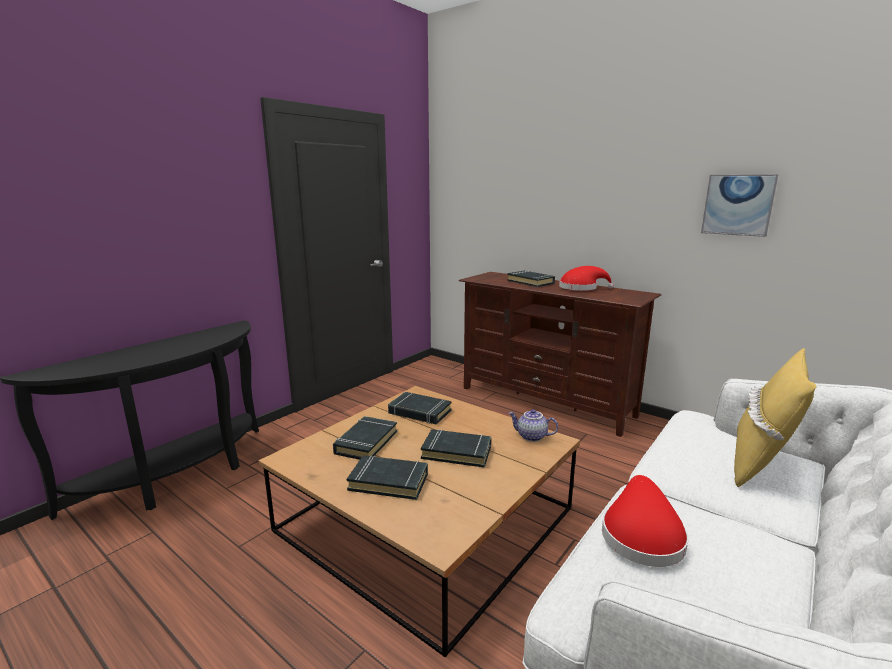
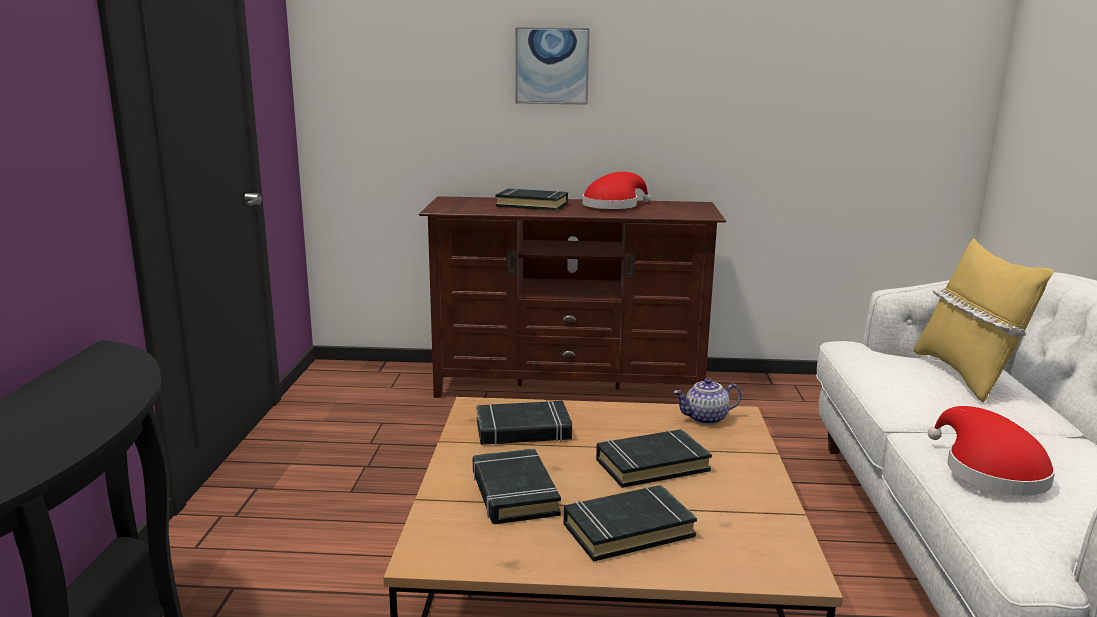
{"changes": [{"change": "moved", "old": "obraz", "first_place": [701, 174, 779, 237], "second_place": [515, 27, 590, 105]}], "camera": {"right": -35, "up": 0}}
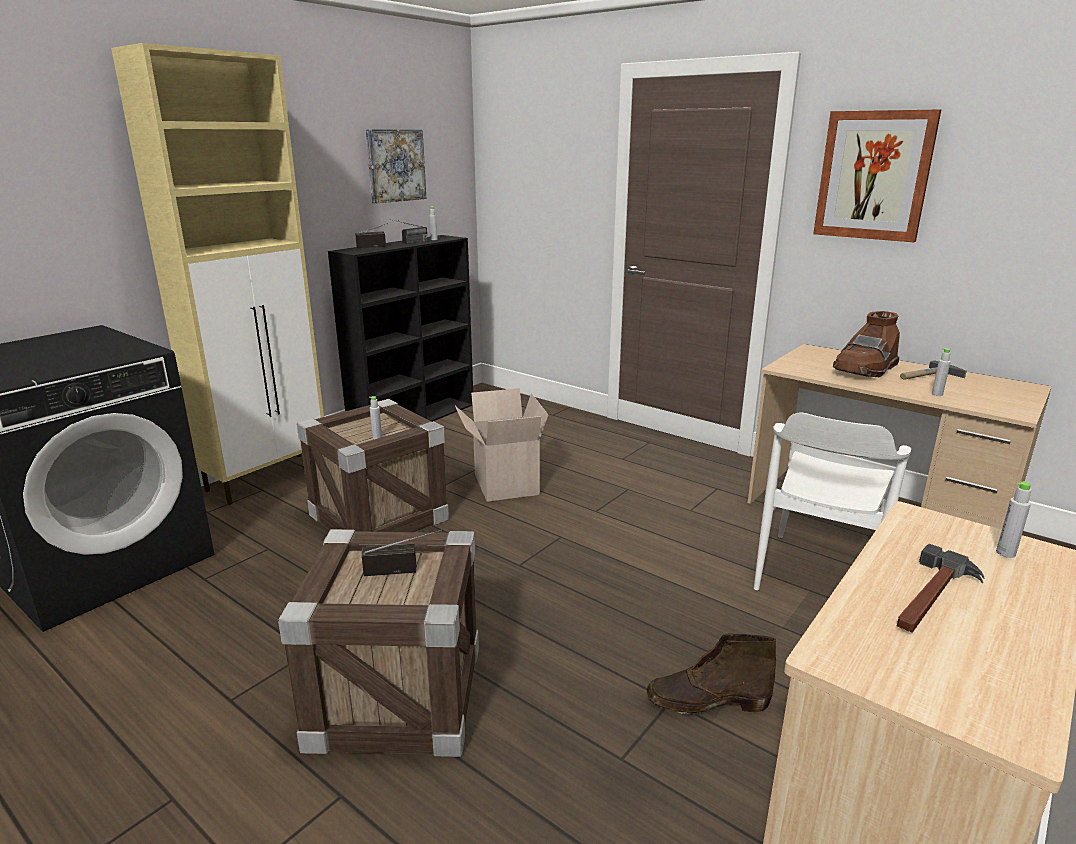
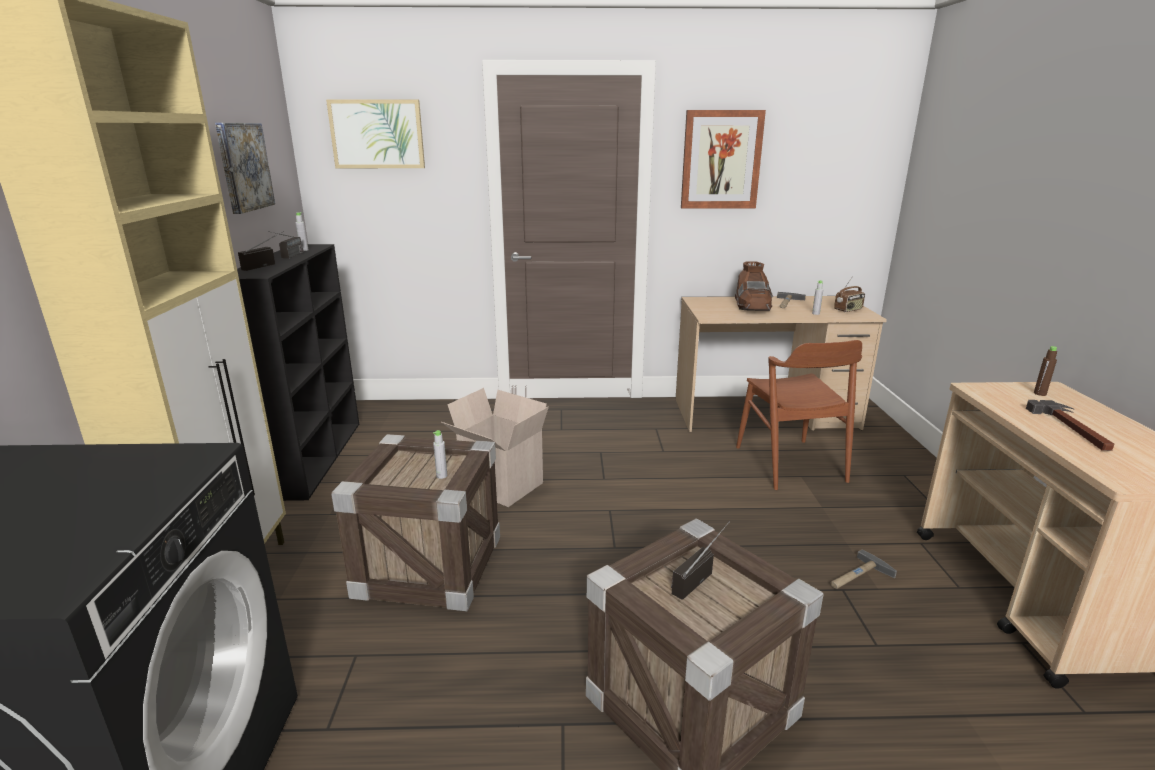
{"changes": [{"change": "added", "new": "obraz", "second_place": [326, 100, 425, 168]}, {"change": "recoloured", "old": "krzesło [biały]", "new": "krzesło [brązowy]", "first_place": [754, 412, 911, 590], "second_place": [736, 340, 862, 490]}, {"change": "replaced", "old": "but z cholewką [brązowy]", "new": "młotek", "first_place": [647, 633, 776, 715], "second_place": [830, 550, 897, 589]}, {"change": "added", "new": "radio", "second_place": [834, 276, 865, 312]}, {"change": "recoloured", "old": "butelka [szary]", "new": "butelka [brązowy]", "first_place": [996, 482, 1031, 558], "second_place": [1034, 346, 1057, 396]}], "camera": {"right": -40, "up": 0}}
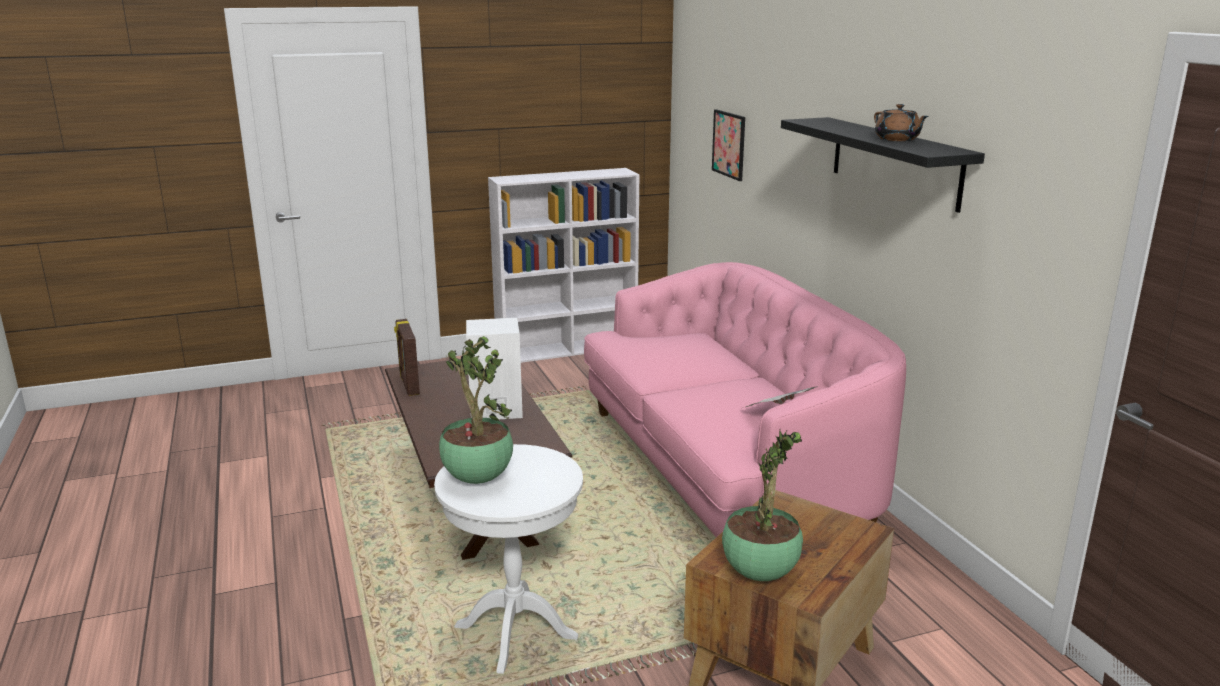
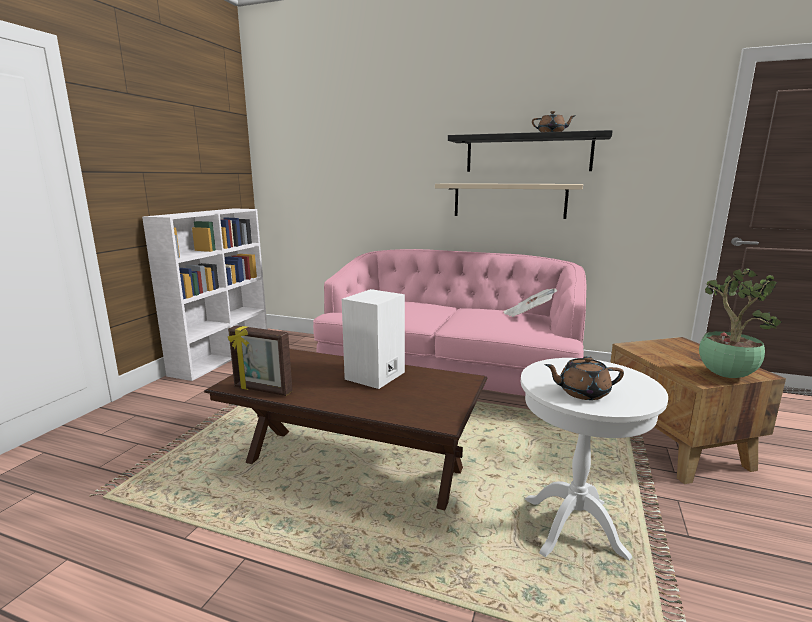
{"changes": [{"change": "added", "new": "półka [beżowy]", "second_place": [435, 183, 583, 219]}, {"change": "replaced", "old": "roślina doniczkowa", "new": "imbryk [brązowy]", "first_place": [439, 336, 513, 484], "second_place": [544, 356, 624, 400]}, {"change": "removed", "old": "obraz", "first_place": [712, 109, 745, 181]}], "camera": {"right": -50, "up": -5}}
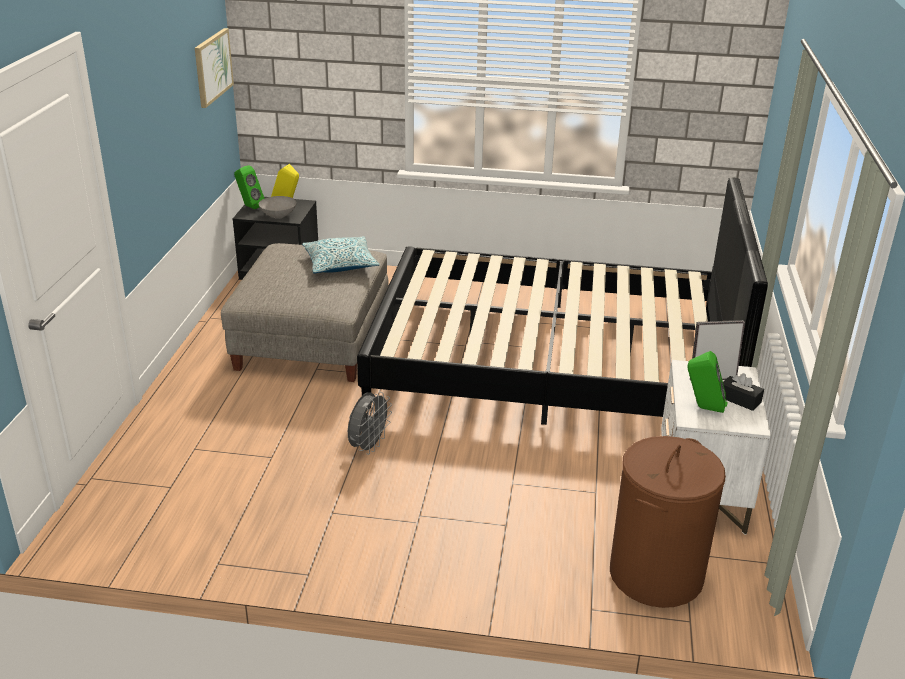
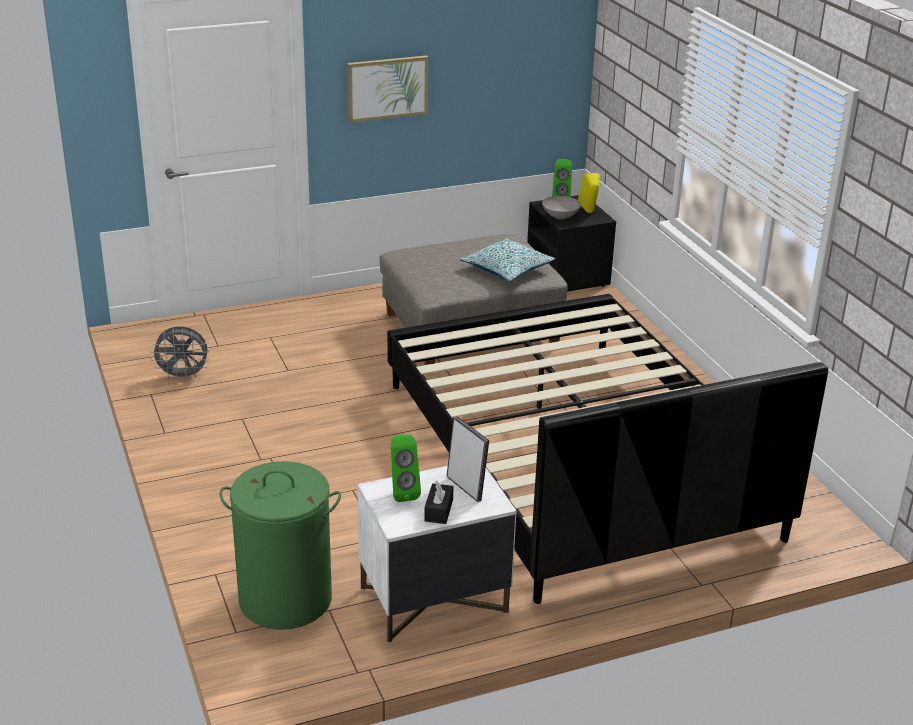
{"changes": [{"change": "moved", "old": "wentylator [szary]", "first_place": [348, 392, 392, 455], "second_place": [150, 327, 210, 381]}, {"change": "recoloured", "old": "kosz na pranie [brązowy]", "new": "kosz na pranie [zielony]", "first_place": [610, 436, 726, 608], "second_place": [219, 461, 341, 630]}, {"change": "moved", "old": "obraz", "first_place": [195, 28, 234, 108], "second_place": [347, 55, 428, 123]}], "camera": {"right": 60, "up": 0}}
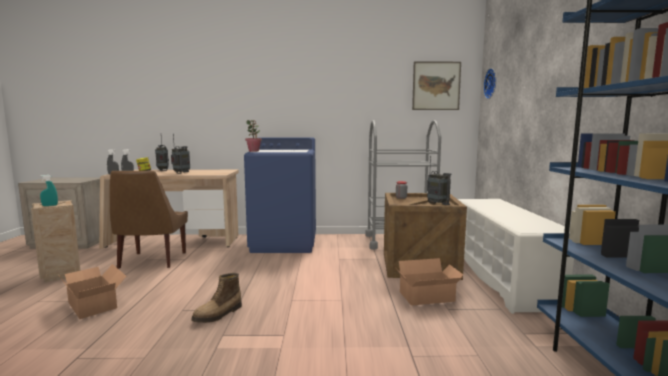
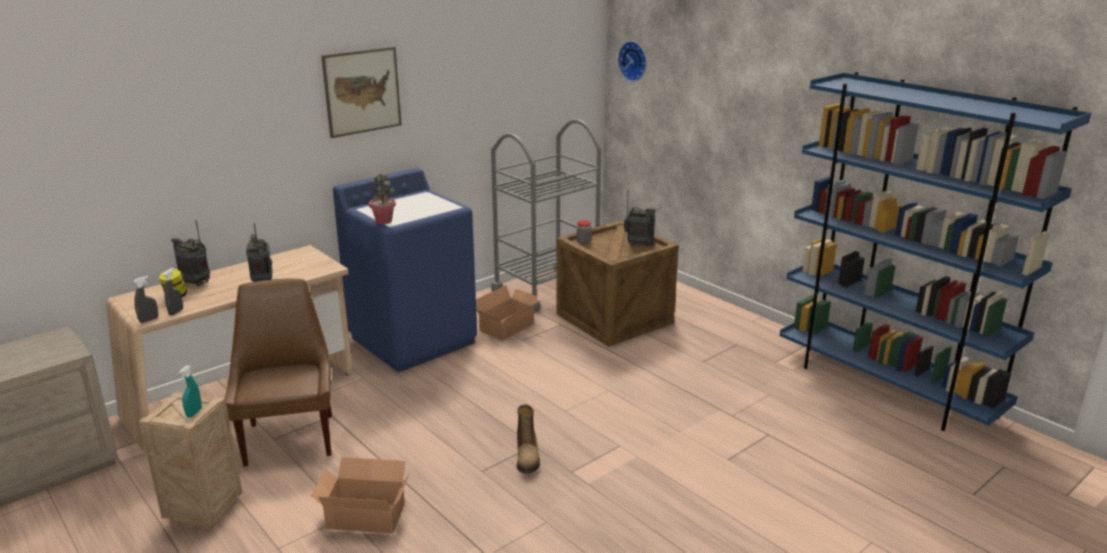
{"changes": [{"change": "turned", "old": "krzesło [brązowy]", "first_place": [110, 171, 188, 269], "second_place": [225, 279, 332, 467], "degrees": -150}, {"change": "moved", "old": "obraz", "first_place": [412, 62, 461, 110], "second_place": [321, 47, 402, 138]}, {"change": "moved", "old": "karton", "first_place": [397, 258, 463, 306], "second_place": [476, 285, 542, 341]}, {"change": "removed", "old": "regał na buty [biały]", "first_place": [458, 199, 574, 314]}], "camera": {"right": -40, "up": 15}}
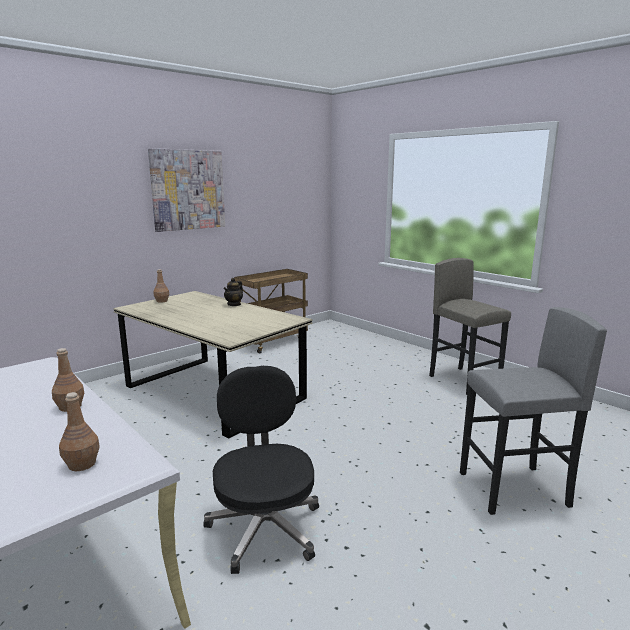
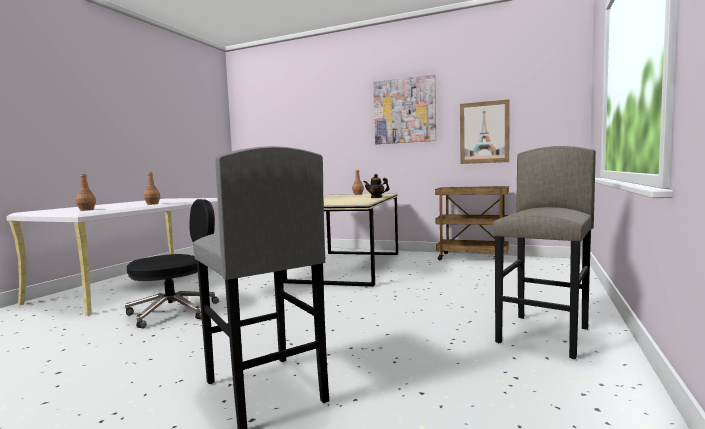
{"changes": [{"change": "added", "new": "obraz", "second_place": [460, 99, 510, 164]}], "camera": {"right": 65, "up": -10}}
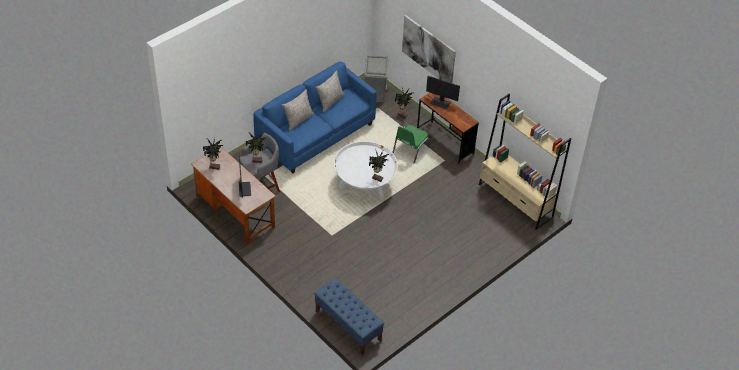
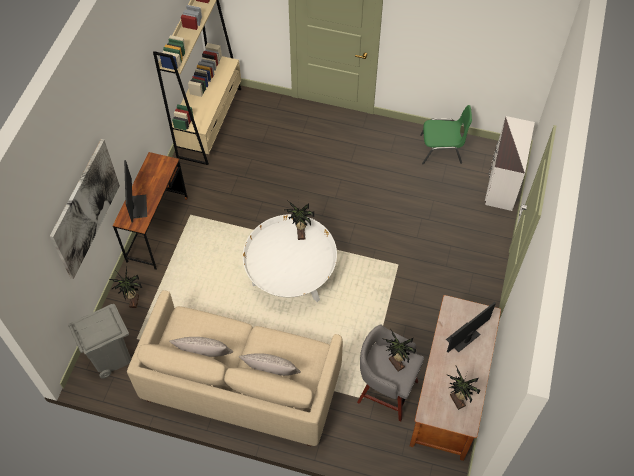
{"changes": [{"change": "recoloured", "old": "kanapa [niebieski]", "new": "kanapa [beżowy]", "first_place": [253, 62, 377, 174], "second_place": [127, 290, 343, 446]}, {"change": "moved", "old": "krzesło [zielony]", "first_place": [392, 125, 430, 164], "second_place": [420, 105, 472, 164]}, {"change": "replaced", "old": "ławka [niebieski]", "new": "komoda [biały]", "first_place": [314, 278, 384, 355], "second_place": [485, 116, 535, 211]}], "camera": {"right": -120, "up": 10}}
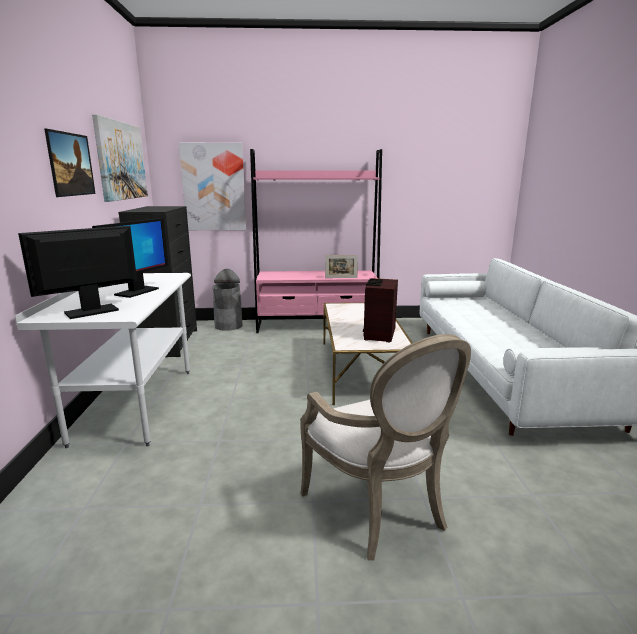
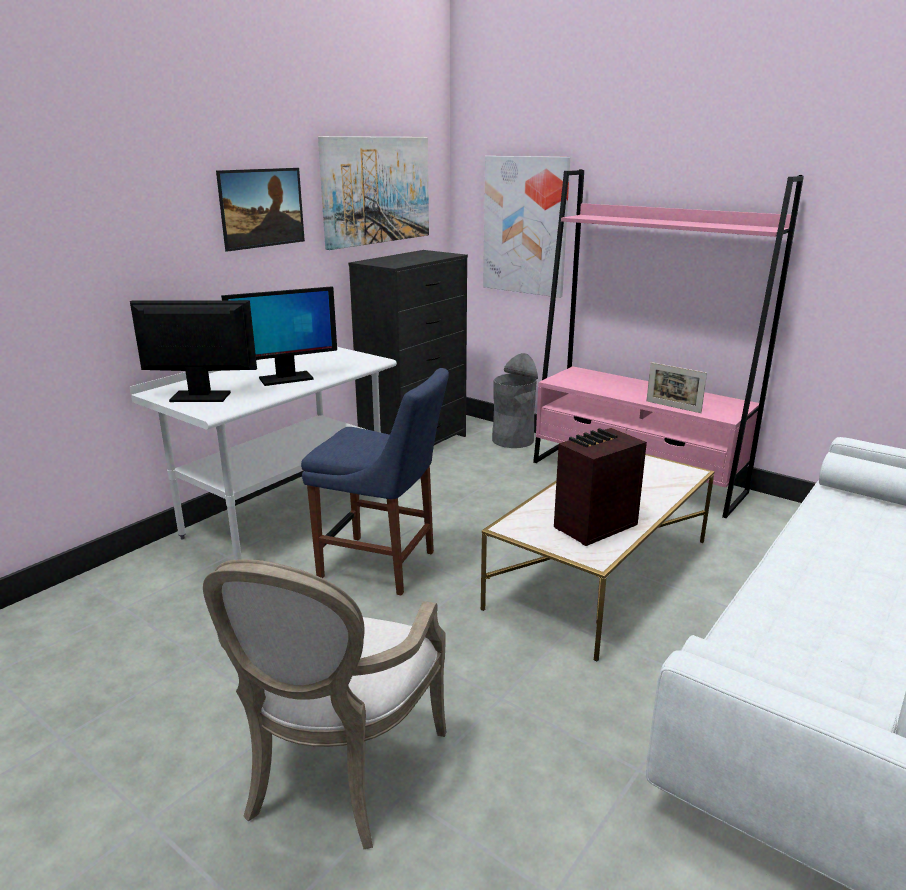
{"changes": [{"change": "added", "new": "krzesło [niebieski]", "second_place": [301, 368, 449, 596]}], "camera": {"right": 40, "up": 5}}
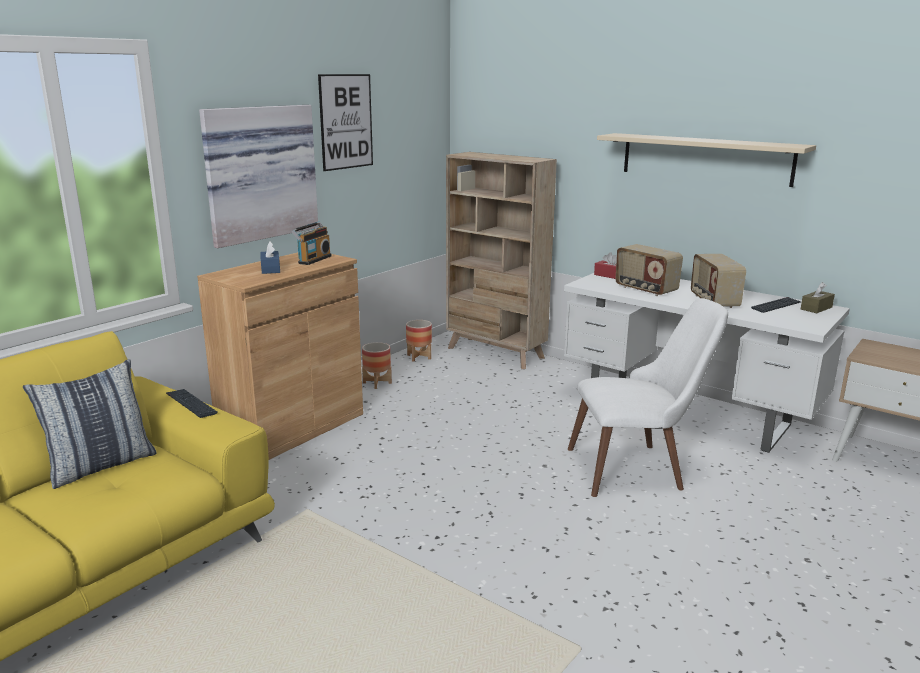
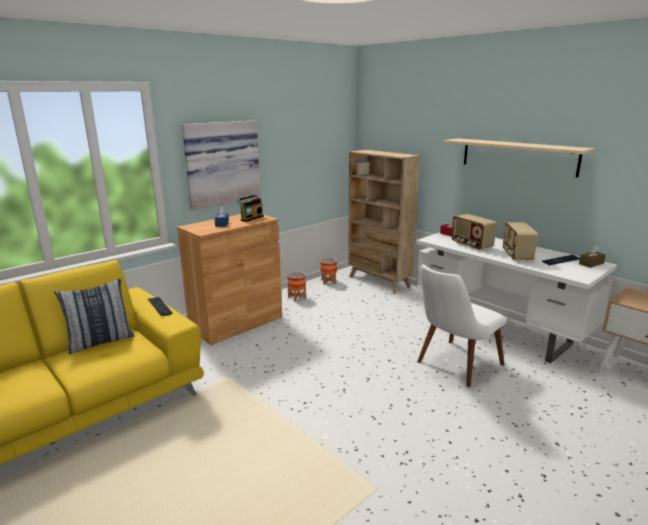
{"changes": [{"change": "turned", "old": "krzesło [biały]", "first_place": [568, 298, 728, 497], "second_place": [417, 264, 507, 387], "degrees": 135}, {"change": "removed", "old": "obraz", "first_place": [318, 74, 373, 171]}], "camera": {"right": 10, "up": 0}}
